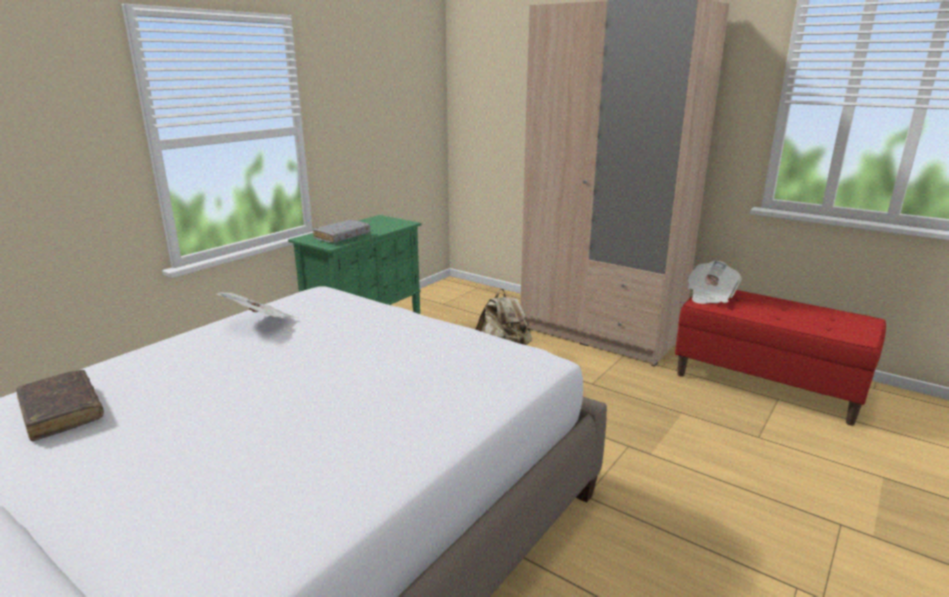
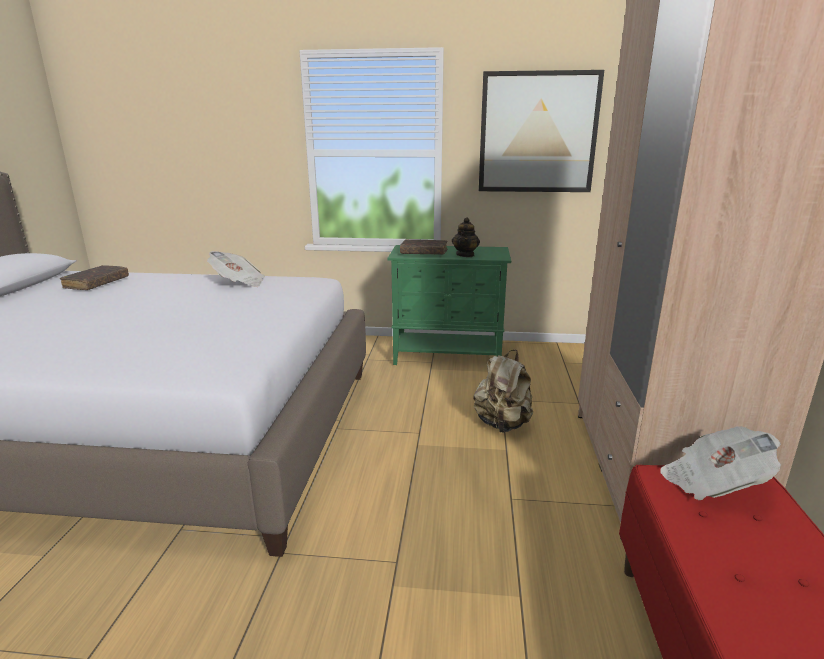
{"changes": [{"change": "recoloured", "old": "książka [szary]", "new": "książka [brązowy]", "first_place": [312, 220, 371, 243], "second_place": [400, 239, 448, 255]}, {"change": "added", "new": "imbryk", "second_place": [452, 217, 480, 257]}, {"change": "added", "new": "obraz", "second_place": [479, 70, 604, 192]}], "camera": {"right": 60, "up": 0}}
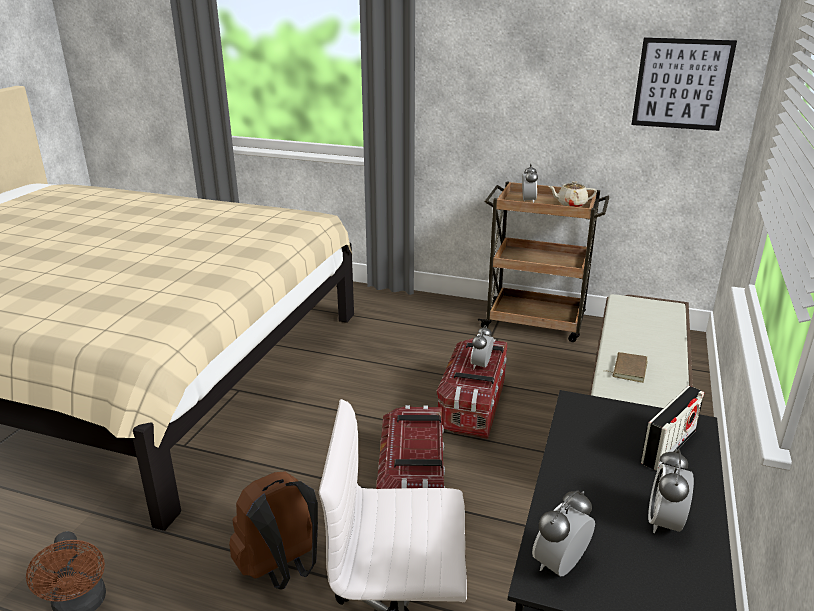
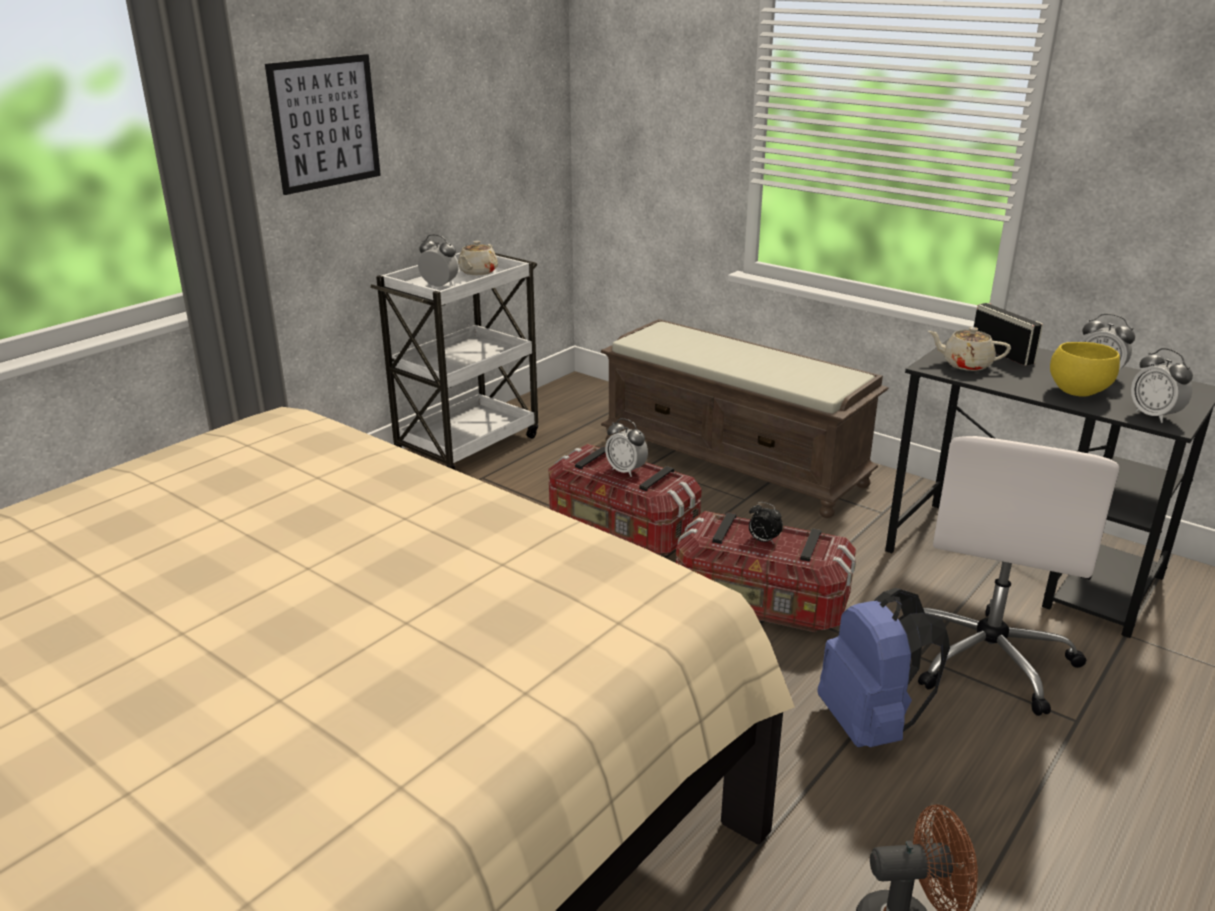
{"changes": [{"change": "moved", "old": "obraz", "first_place": [631, 37, 737, 131], "second_place": [265, 54, 381, 195]}, {"change": "recoloured", "old": "wózek [brązowy]", "new": "wózek [biały]", "first_place": [478, 181, 609, 342], "second_place": [370, 253, 538, 470]}, {"change": "added", "new": "budzik", "second_place": [749, 502, 783, 545]}, {"change": "recoloured", "old": "plecak [brązowy]", "new": "plecak [niebieski]", "first_place": [229, 472, 318, 590], "second_place": [817, 588, 950, 747]}, {"change": "added", "new": "imbryk [beżowy]", "second_place": [928, 327, 1011, 371]}, {"change": "added", "new": "miska [żółty]", "second_place": [1050, 342, 1120, 397]}, {"change": "removed", "old": "książka [brązowy]", "first_place": [608, 352, 648, 383]}], "camera": {"right": -70, "up": 0}}
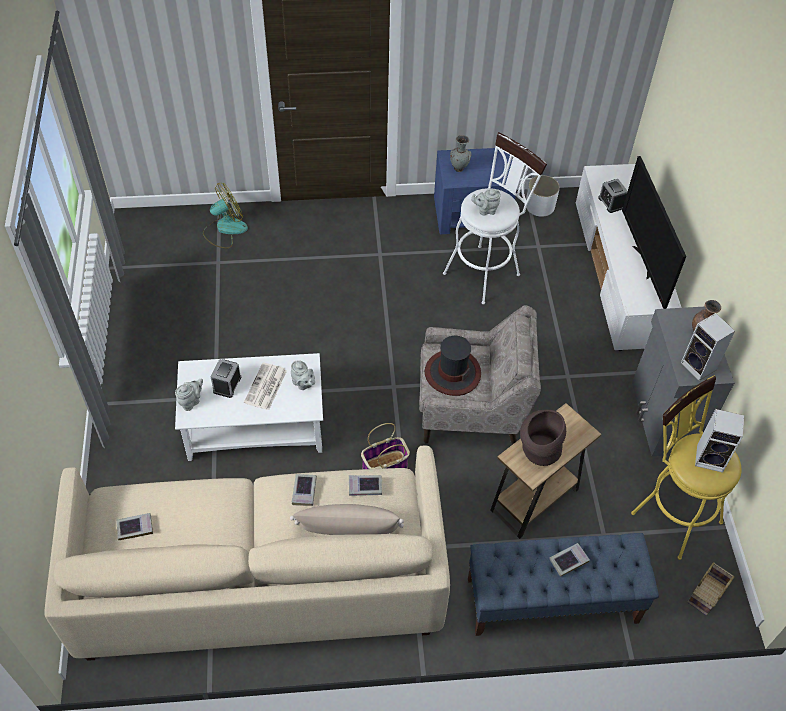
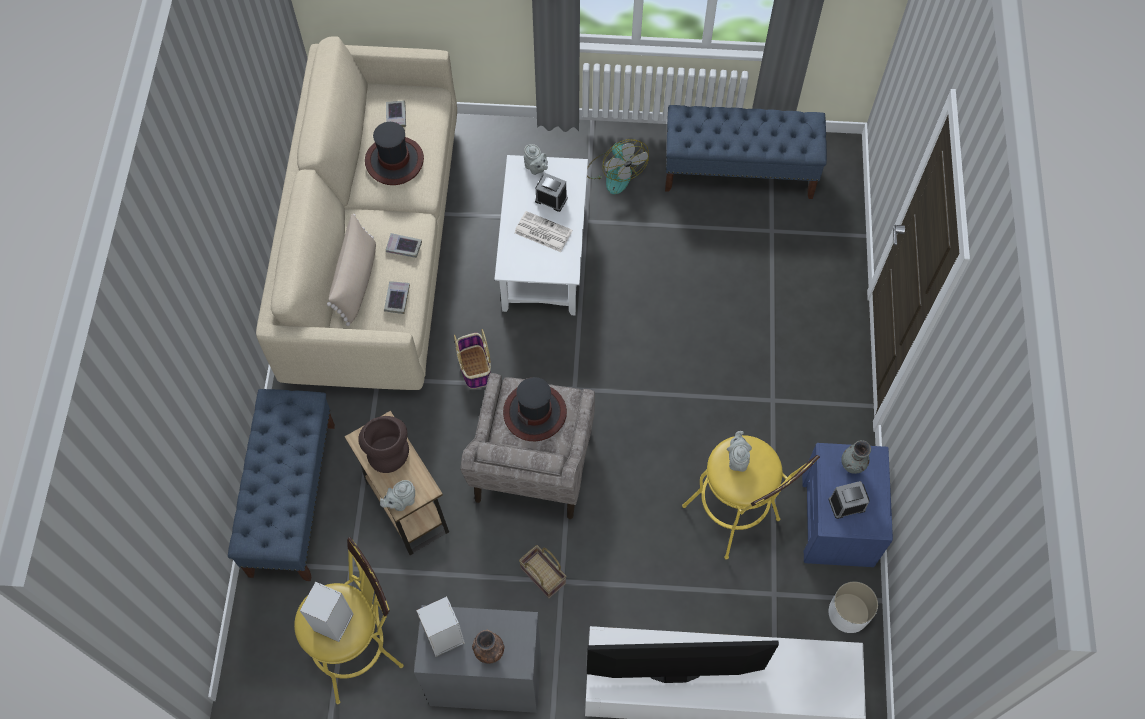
{"changes": [{"change": "added", "new": "kapelusz", "second_place": [365, 122, 424, 185]}, {"change": "moved", "old": "imbryk [szary]", "first_place": [291, 360, 315, 390], "second_place": [380, 480, 415, 511]}, {"change": "moved", "old": "koszyk", "first_place": [688, 562, 735, 616], "second_place": [519, 545, 567, 598]}, {"change": "moved", "old": "wentylator", "first_place": [203, 183, 248, 249], "second_place": [587, 139, 649, 195]}, {"change": "added", "new": "ławka [niebieski]", "second_place": [665, 105, 827, 199]}, {"change": "recoloured", "old": "stołek [biały]", "new": "stołek [żółty]", "first_place": [443, 132, 547, 304], "second_place": [682, 435, 820, 560]}, {"change": "moved", "old": "budzik", "first_place": [598, 179, 628, 213], "second_place": [829, 481, 870, 519]}, {"change": "removed", "old": "książka", "first_place": [549, 543, 590, 577]}], "camera": {"right": 100, "up": 10}}
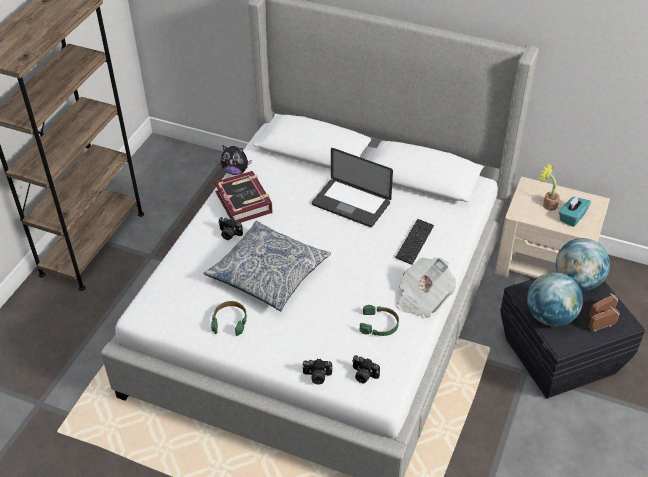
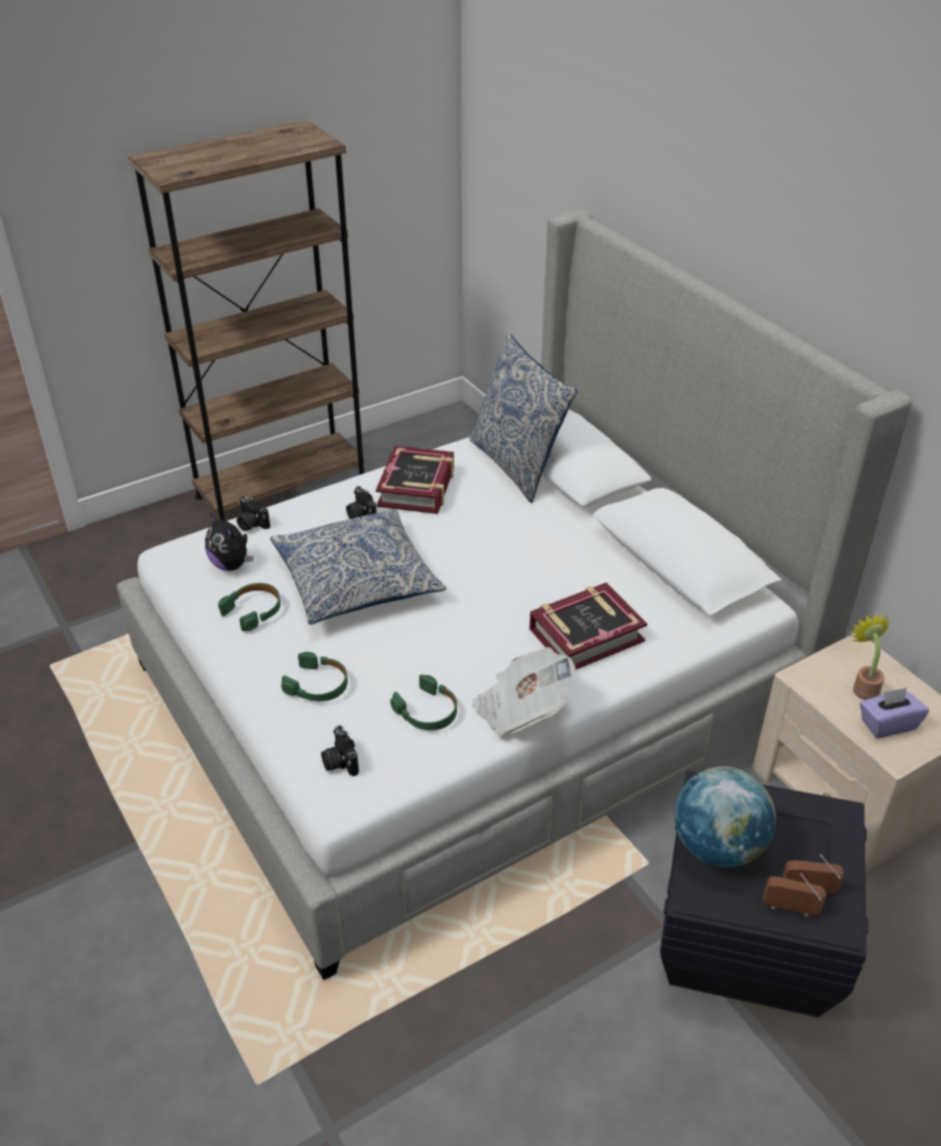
{"changes": [{"change": "moved", "old": "pluszak", "first_place": [221, 146, 252, 175], "second_place": [205, 513, 254, 571]}, {"change": "moved", "old": "aparat fotograficzny", "first_place": [302, 359, 332, 385], "second_place": [237, 496, 270, 531]}, {"change": "added", "new": "słuchawki [zielony]", "second_place": [281, 652, 348, 701]}, {"change": "added", "new": "poduszka", "second_place": [469, 333, 577, 503]}, {"change": "replaced", "old": "klawiatura", "new": "książka", "first_place": [395, 219, 434, 265], "second_place": [529, 583, 647, 669]}, {"change": "recoloured", "old": "pudełko chusteczek [turkusowy]", "new": "pudełko chusteczek [fioletowy]", "first_place": [559, 195, 591, 227], "second_place": [860, 688, 929, 738]}, {"change": "removed", "old": "laptop", "first_place": [312, 148, 393, 227]}, {"change": "removed", "old": "globus", "first_place": [556, 238, 610, 290]}], "camera": {"right": 35, "up": -5}}
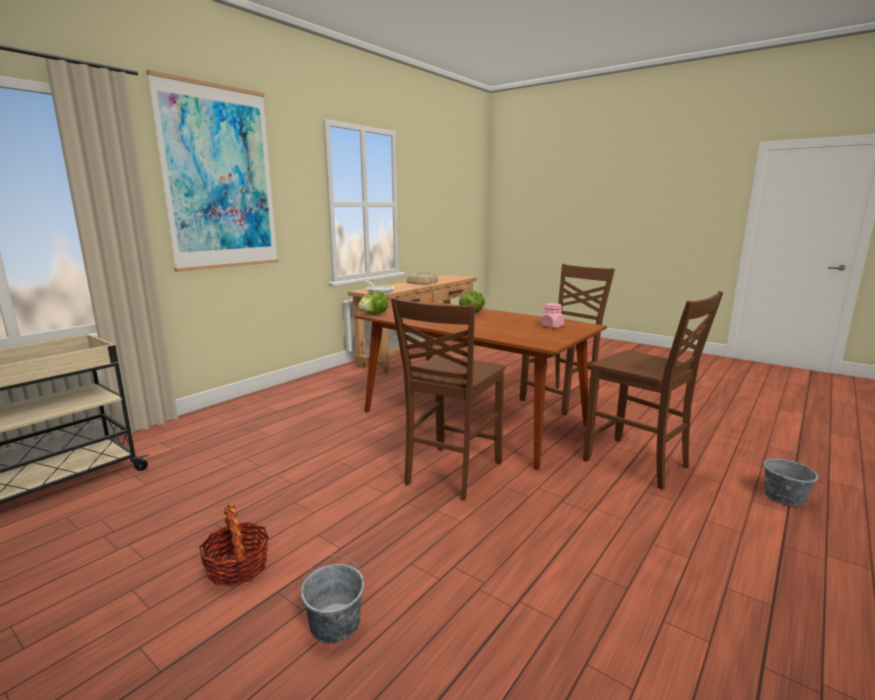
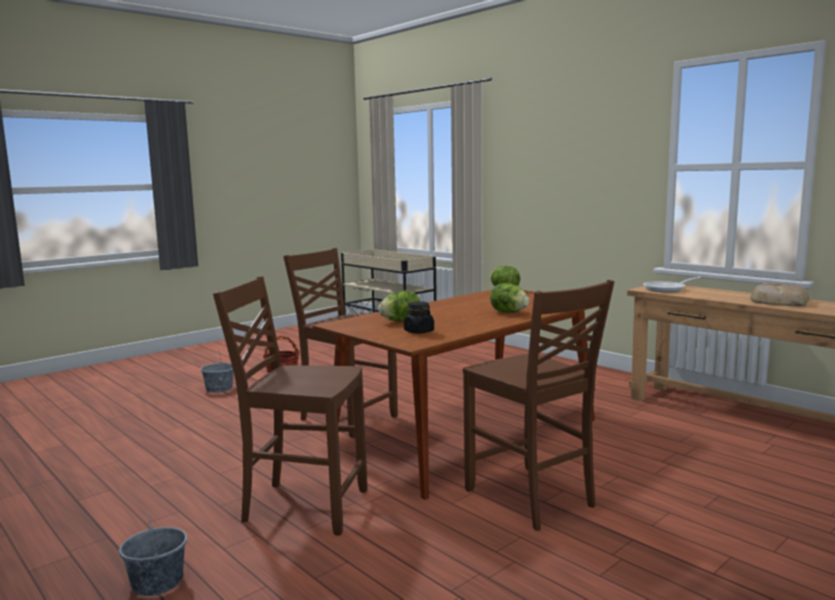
{"changes": [{"change": "turned", "old": "krzesło [brązowy]", "first_place": [583, 291, 723, 490], "second_place": [213, 276, 367, 536], "degrees": 45}, {"change": "added", "new": "sałata", "second_place": [378, 291, 420, 322]}, {"change": "recoloured", "old": "słoik [różowy]", "new": "słoik [czarny]", "first_place": [540, 303, 564, 328], "second_place": [404, 301, 434, 334]}, {"change": "removed", "old": "obraz", "first_place": [146, 70, 279, 272]}], "camera": {"right": 100, "up": -5}}
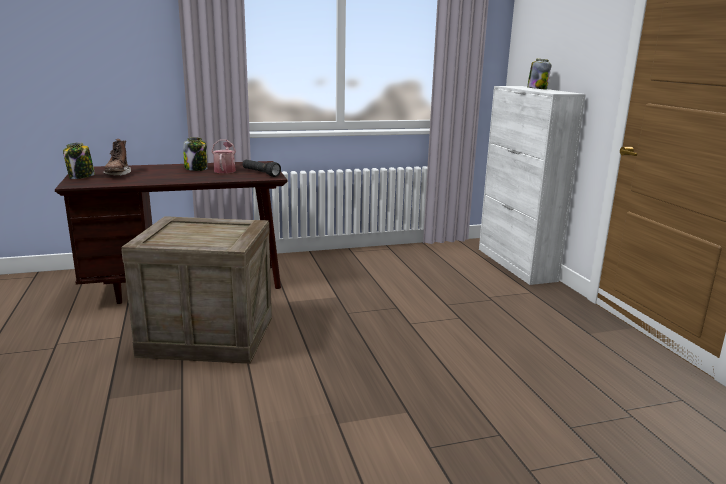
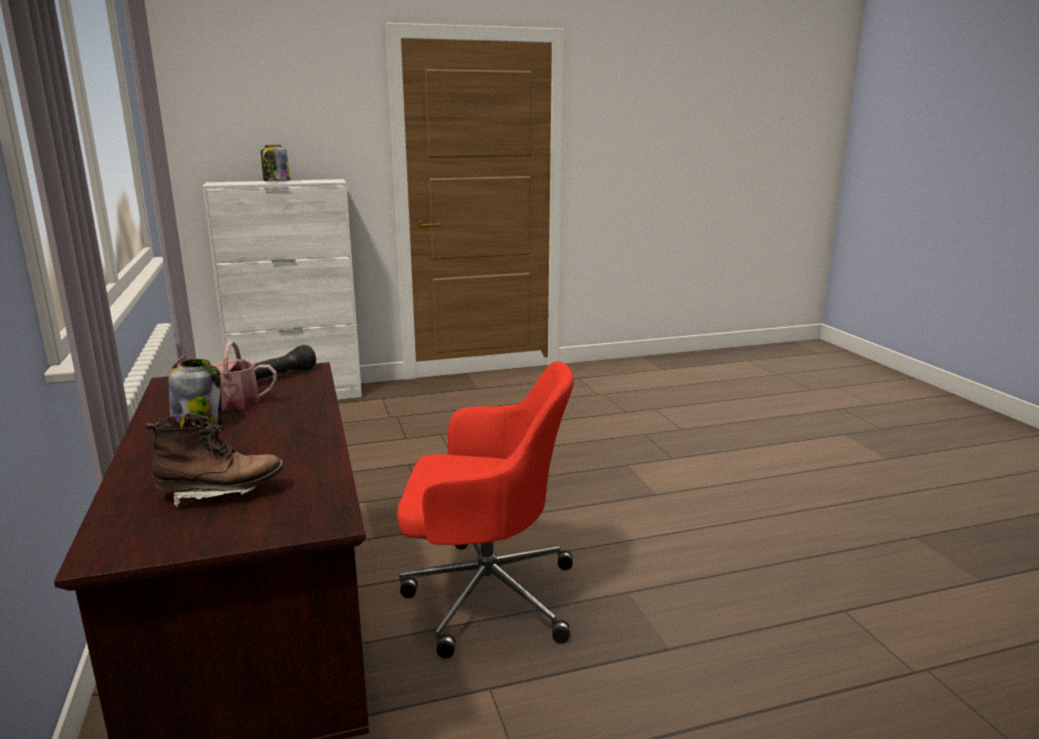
{"changes": [{"change": "replaced", "old": "skrzynka", "new": "krzesło biurowe [czerwony]", "first_place": [121, 216, 272, 364], "second_place": [397, 361, 574, 659]}, {"change": "removed", "old": "słoik", "first_place": [63, 143, 95, 179]}], "camera": {"right": -90, "up": 0}}
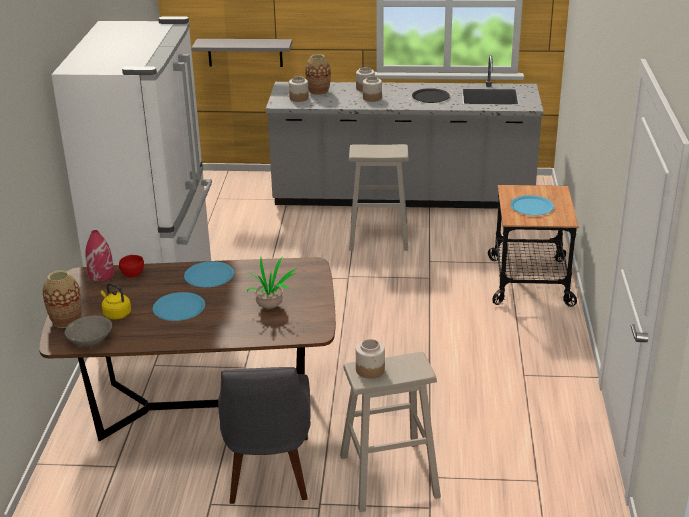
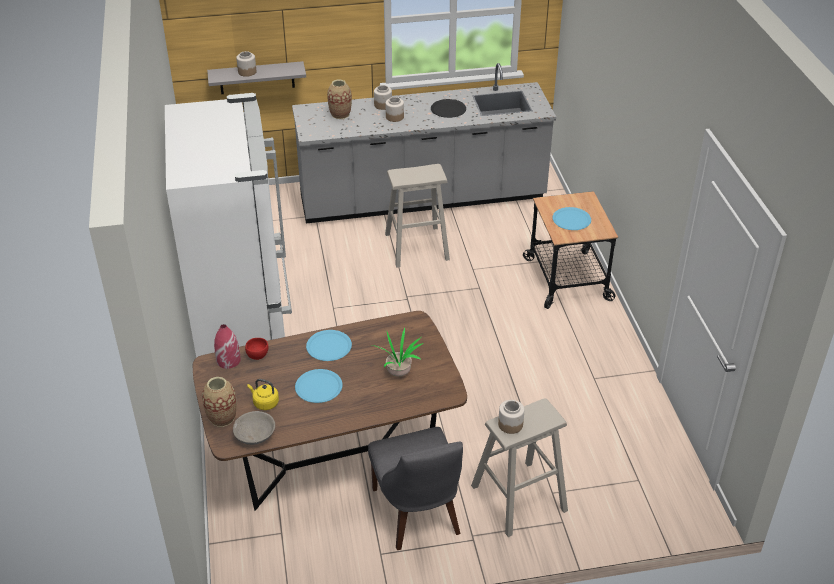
{"changes": [{"change": "moved", "old": "słoik", "first_place": [289, 77, 309, 102], "second_place": [236, 51, 256, 77]}], "camera": {"right": -15, "up": 10}}
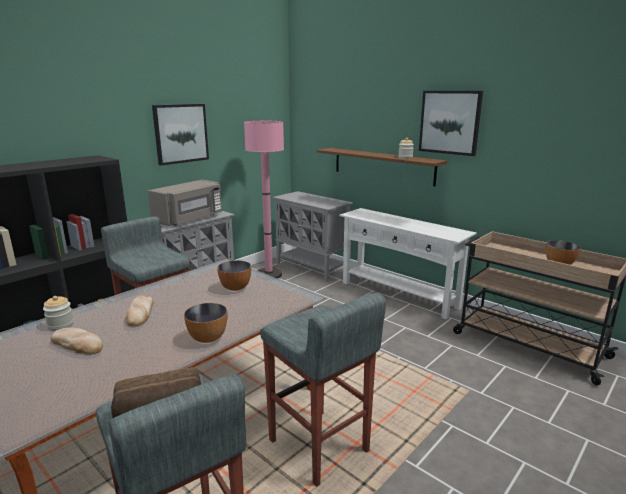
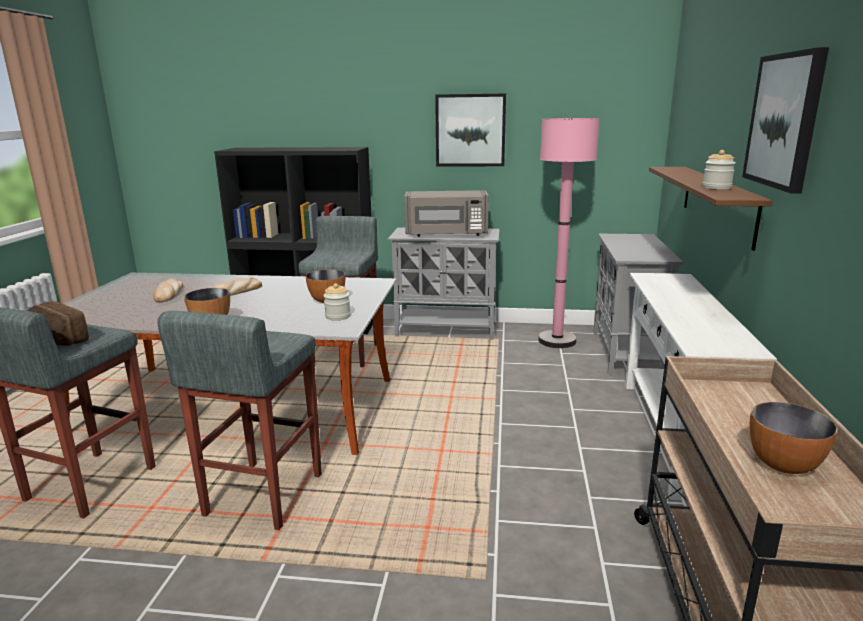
{"changes": [{"change": "moved", "old": "słoik", "first_place": [43, 296, 74, 331], "second_place": [323, 283, 350, 320]}], "camera": {"right": 55, "up": 0}}
